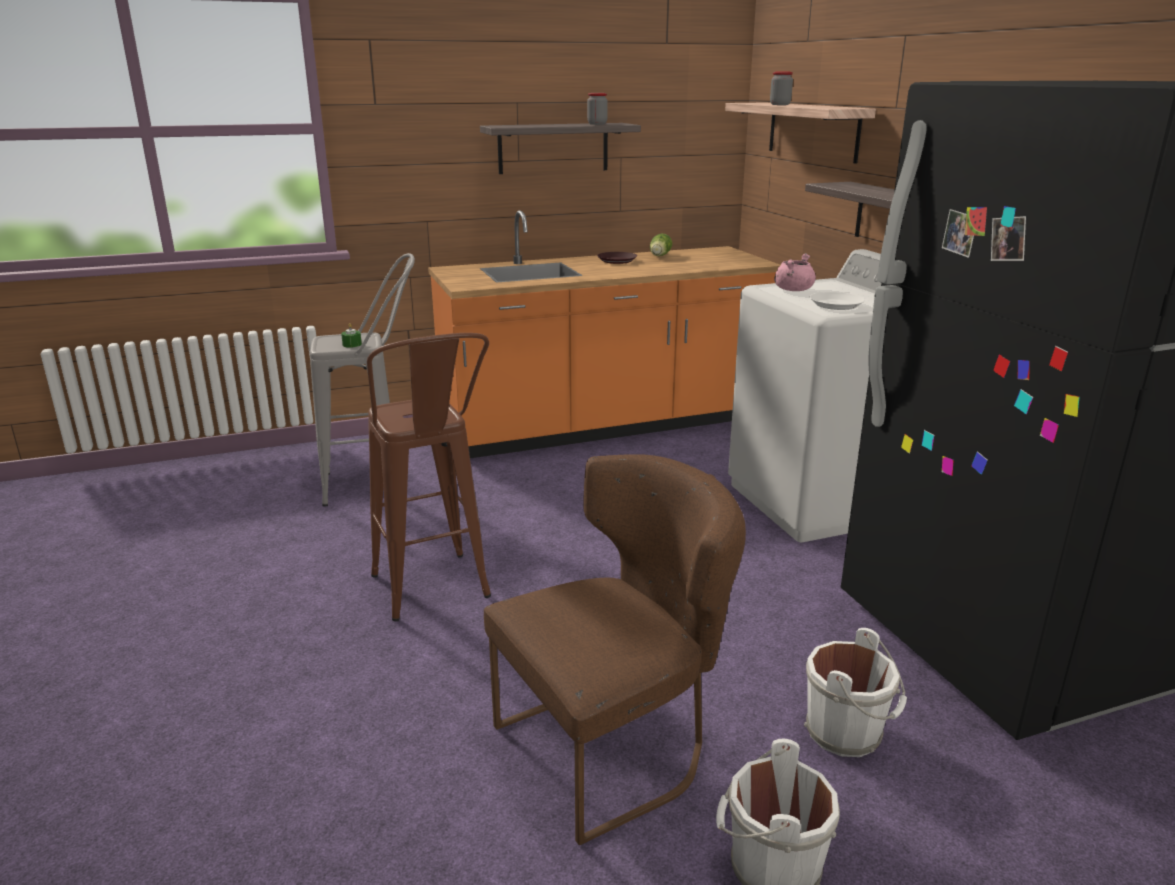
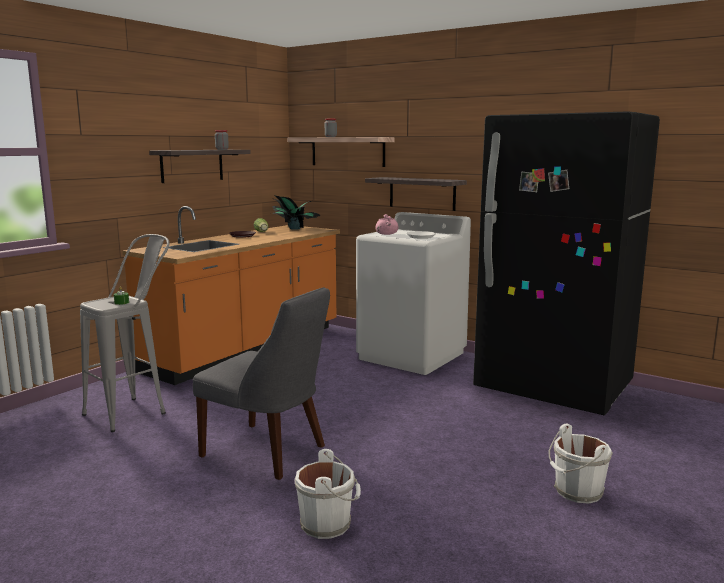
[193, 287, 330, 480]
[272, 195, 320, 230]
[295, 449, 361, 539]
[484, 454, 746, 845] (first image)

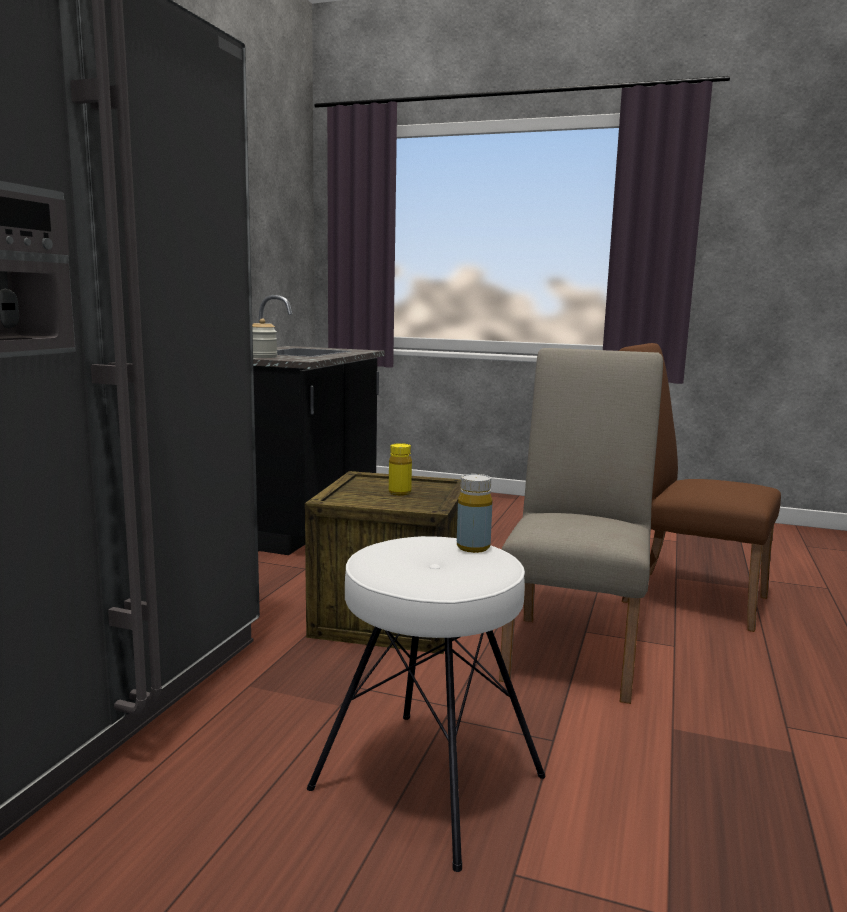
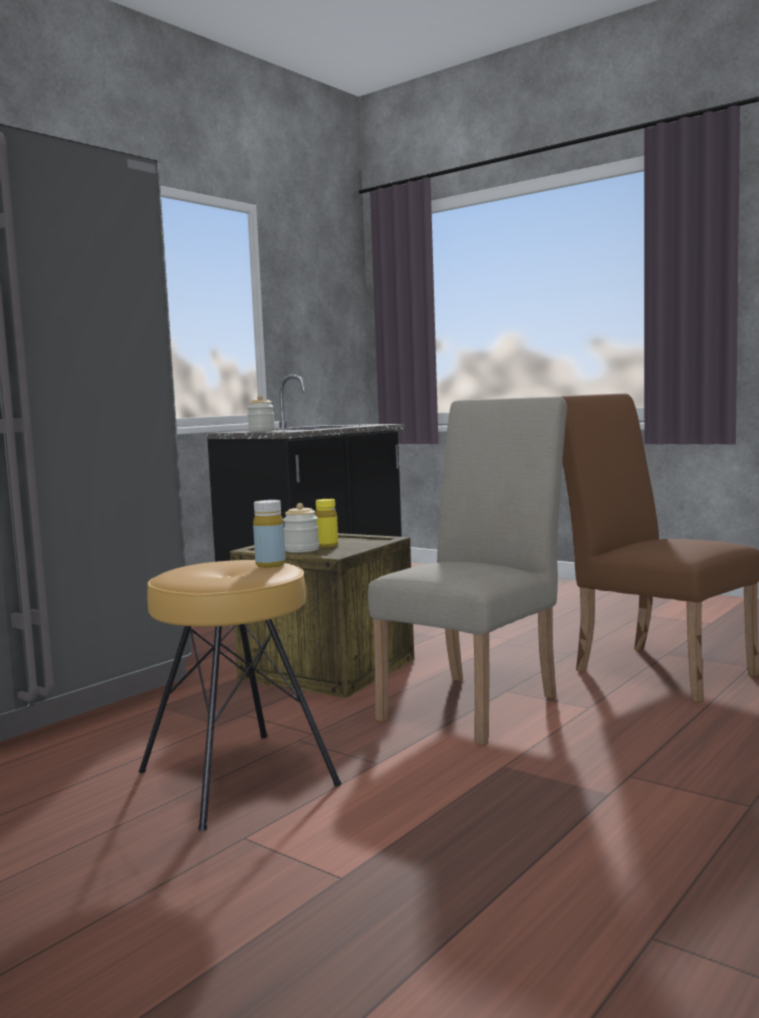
[139, 560, 341, 831]
[283, 503, 319, 553]

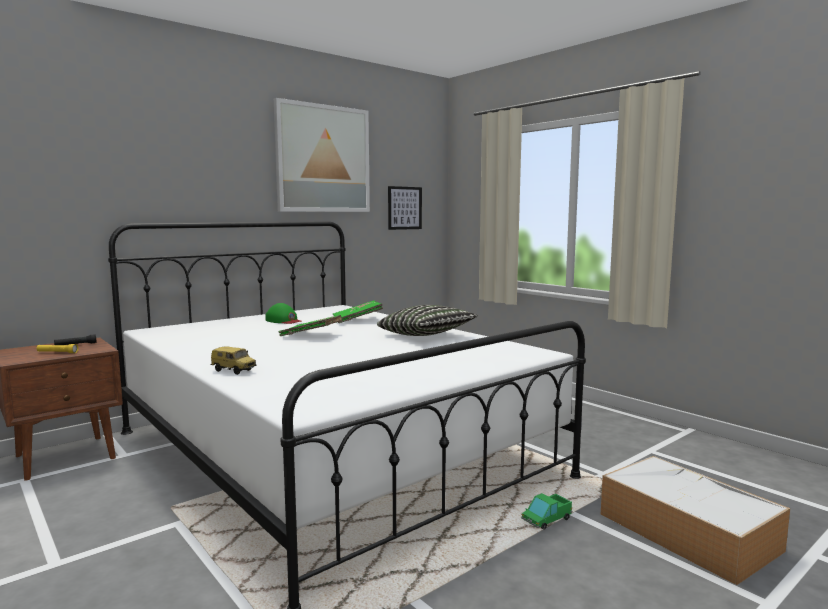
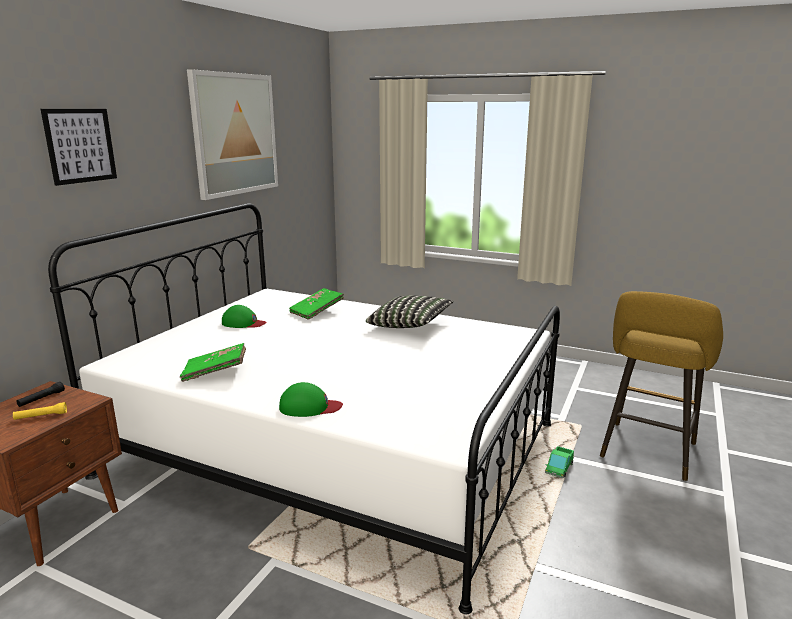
[41, 109, 117, 186]
[180, 343, 246, 382]
[279, 382, 343, 417]
[600, 291, 723, 481]

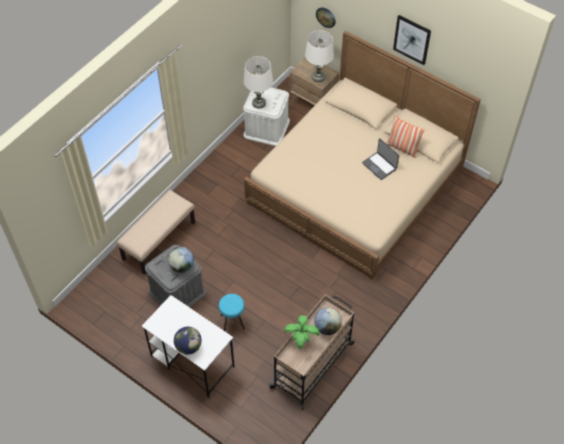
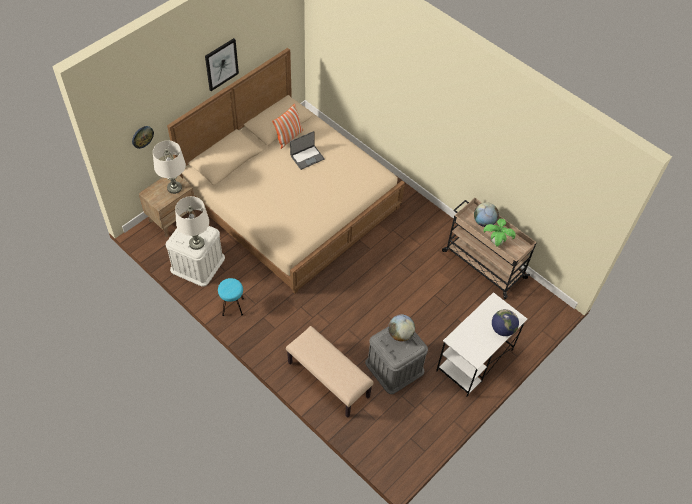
[218, 278, 244, 316]

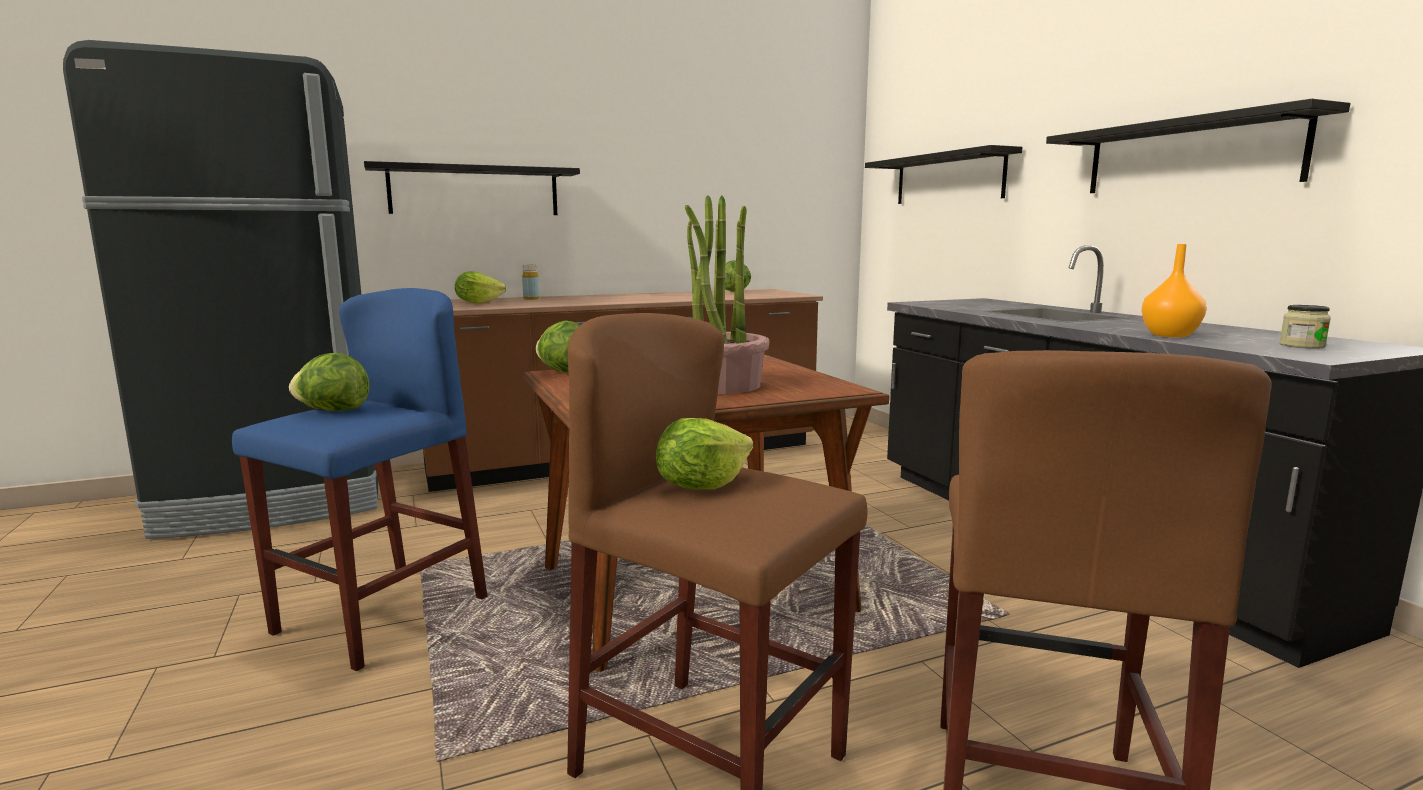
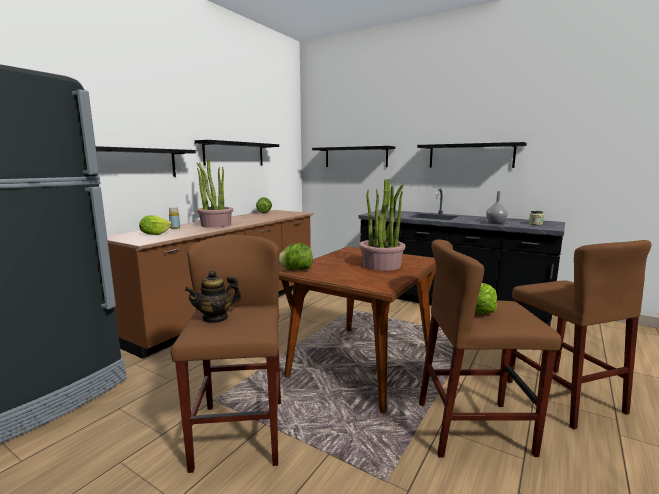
[171, 235, 281, 473]
[185, 270, 241, 323]
[195, 140, 279, 166]
[197, 159, 233, 228]
[486, 191, 508, 224]

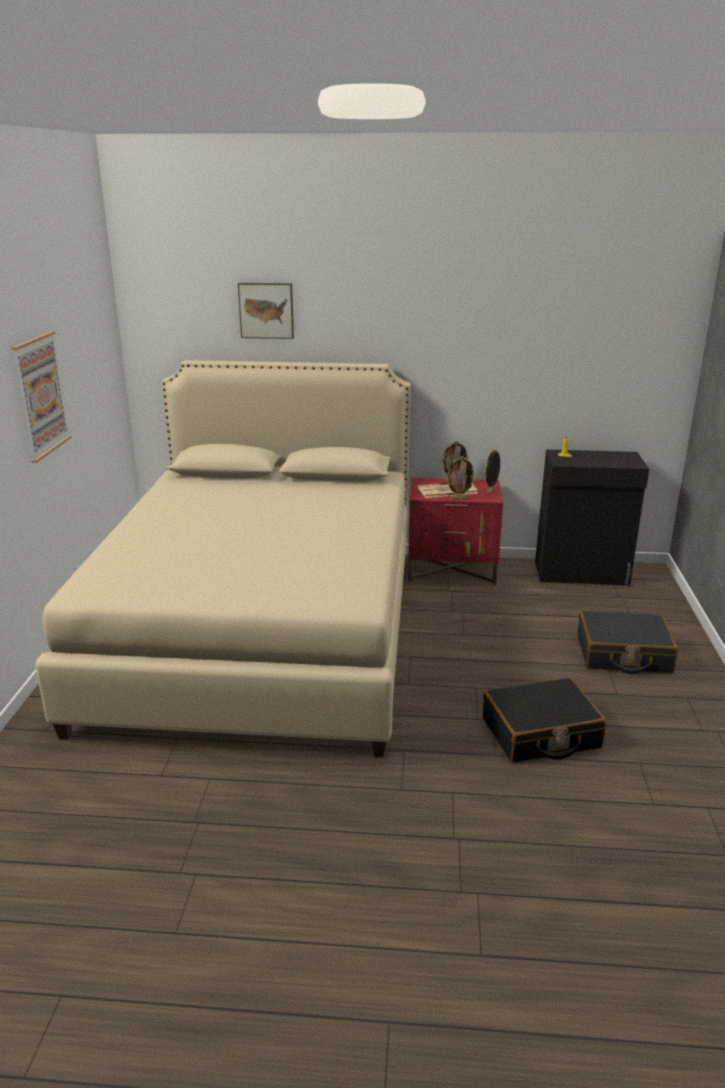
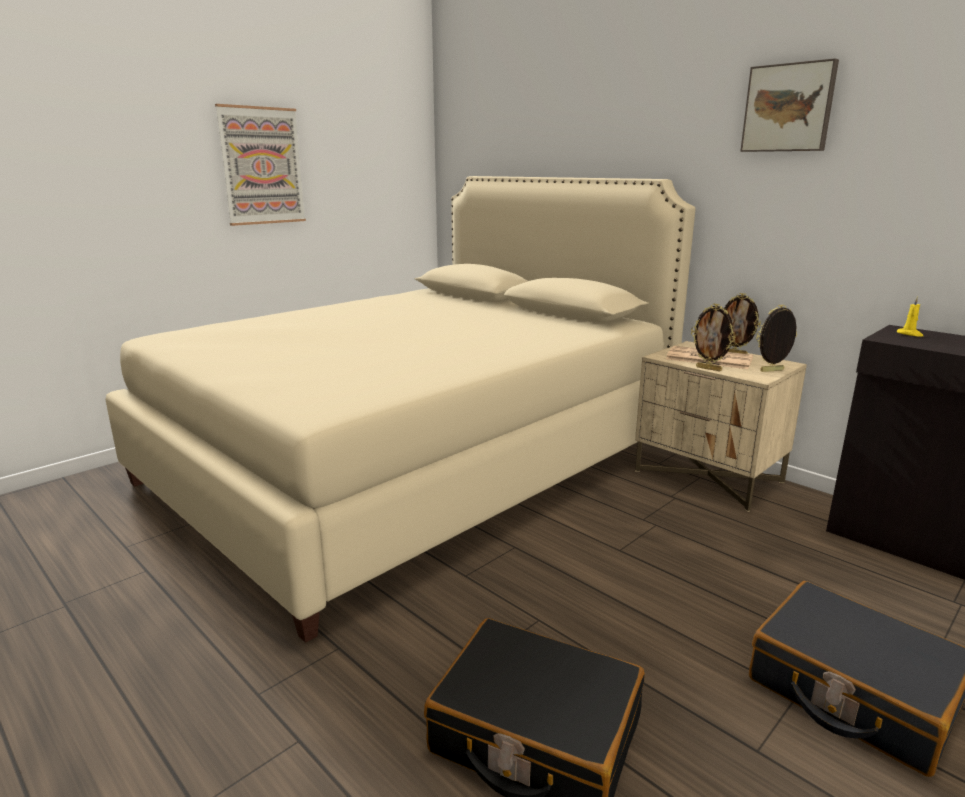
[635, 341, 807, 512]
[740, 58, 839, 152]

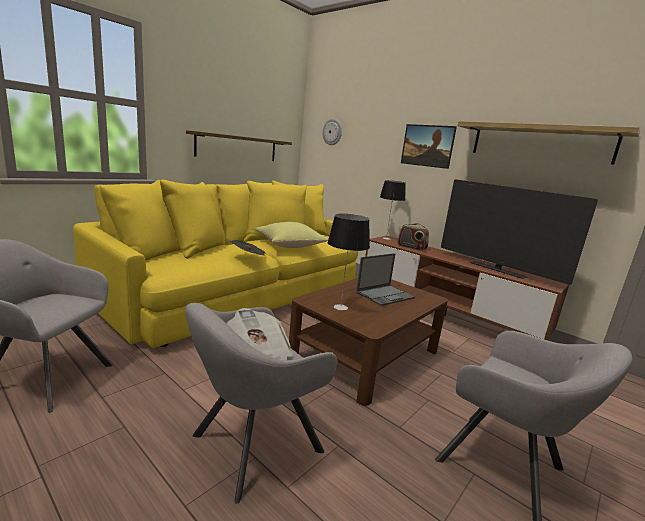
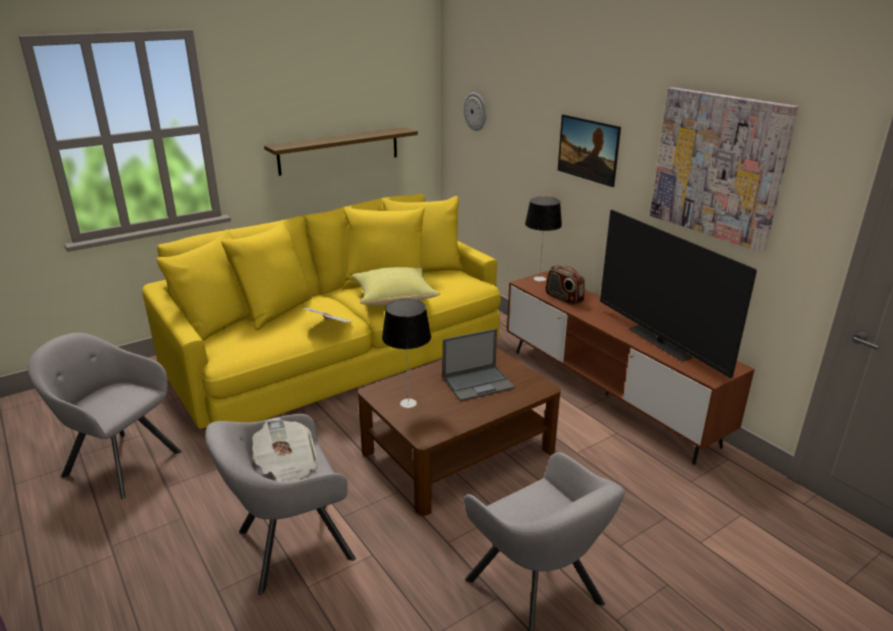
[650, 87, 799, 252]

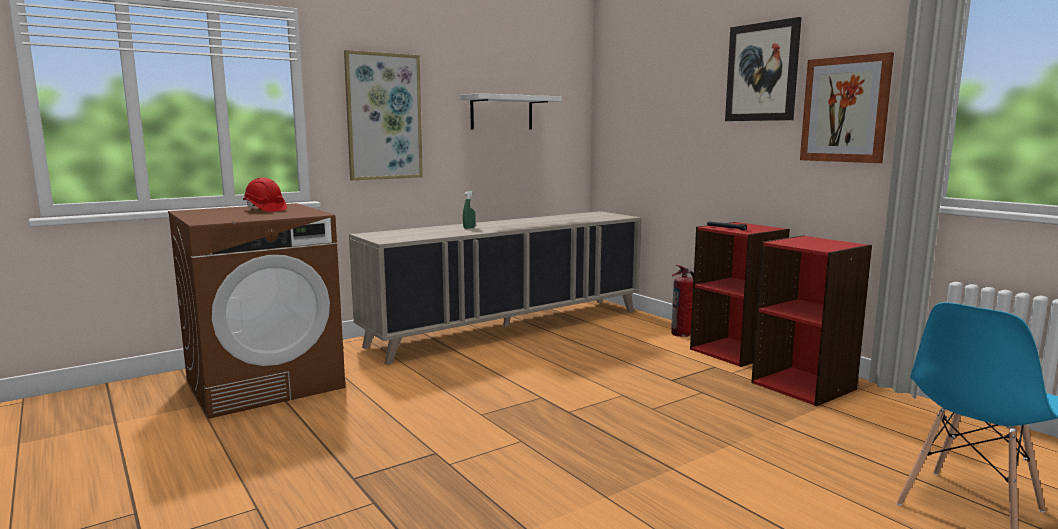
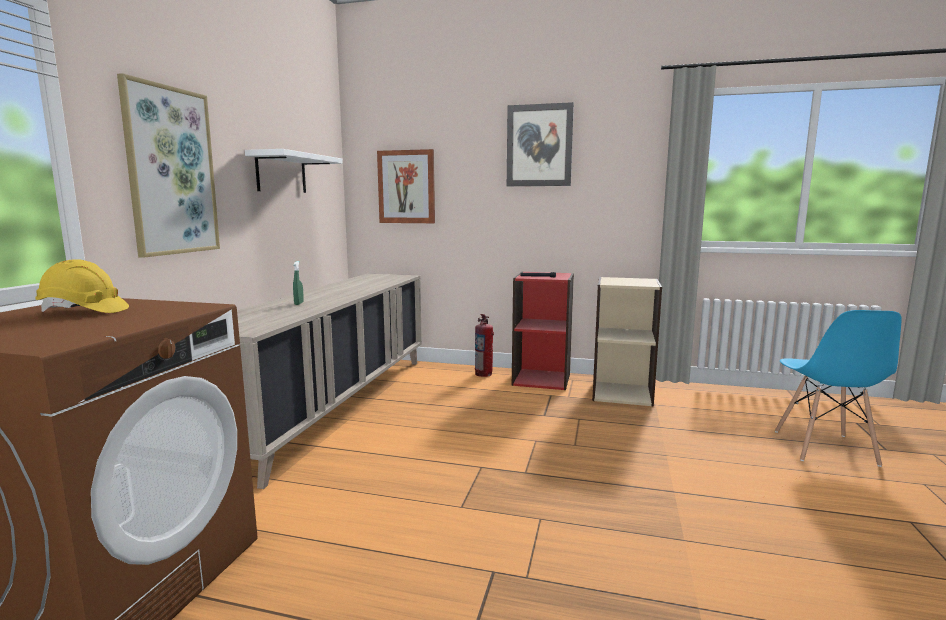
[35, 259, 129, 313]
[377, 149, 435, 223]
[592, 277, 662, 407]

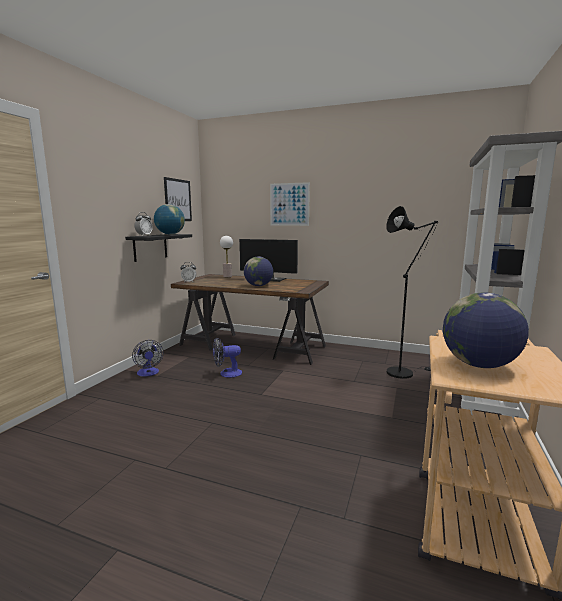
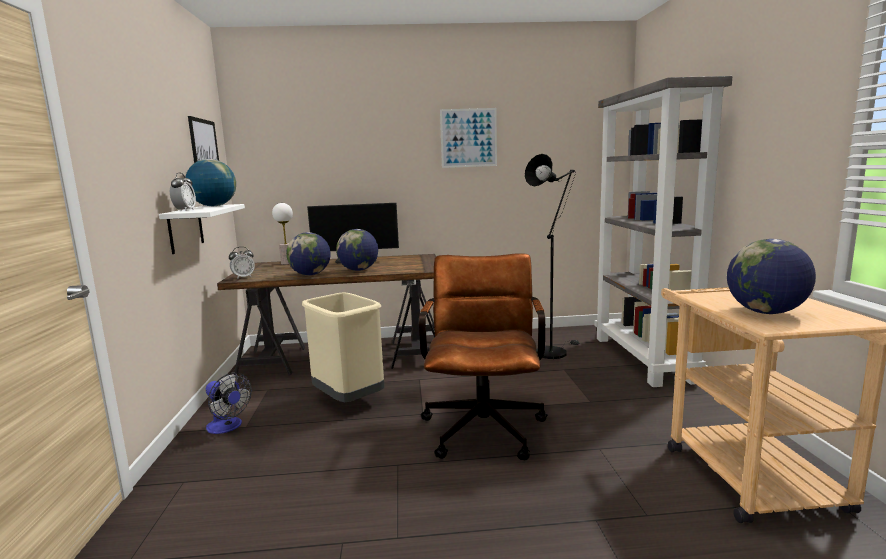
[159, 204, 245, 254]
[286, 232, 331, 275]
[302, 292, 385, 402]
[419, 253, 548, 460]
[440, 108, 497, 168]

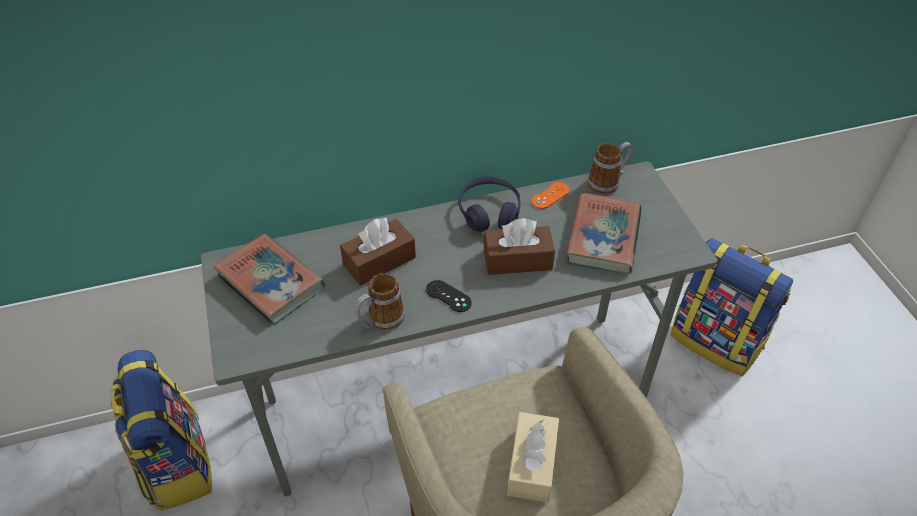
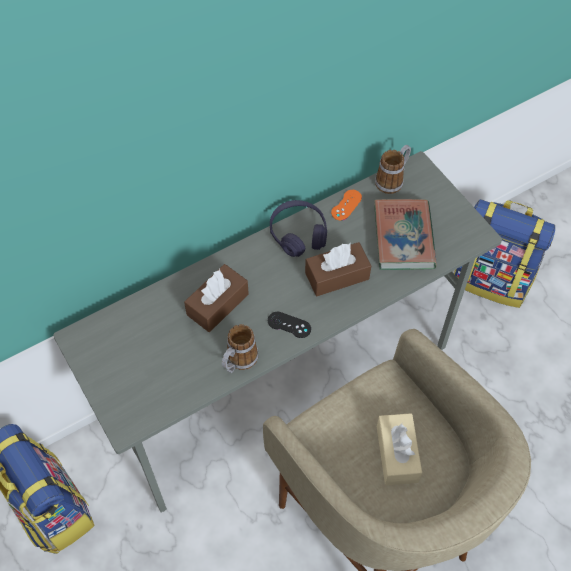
[213, 234, 325, 325] (first image)

